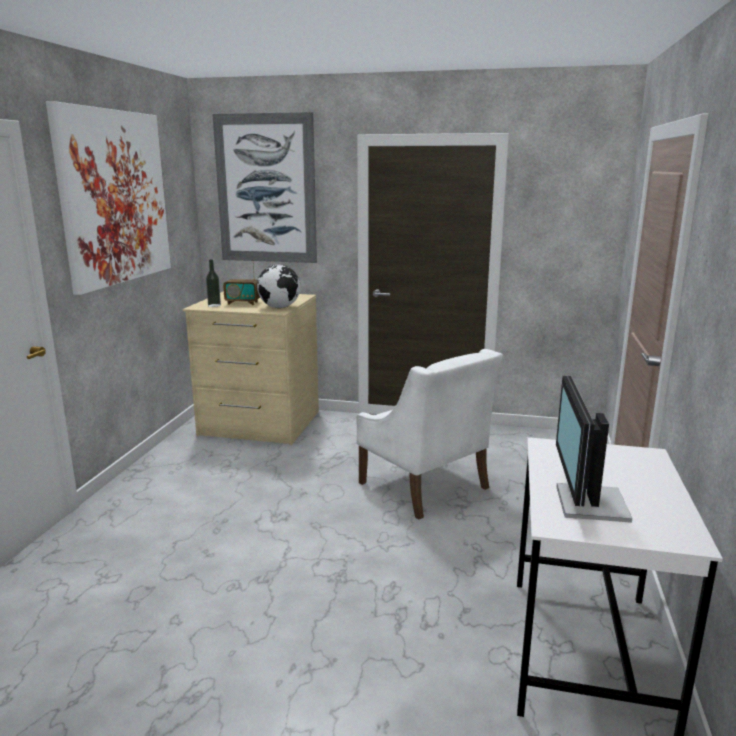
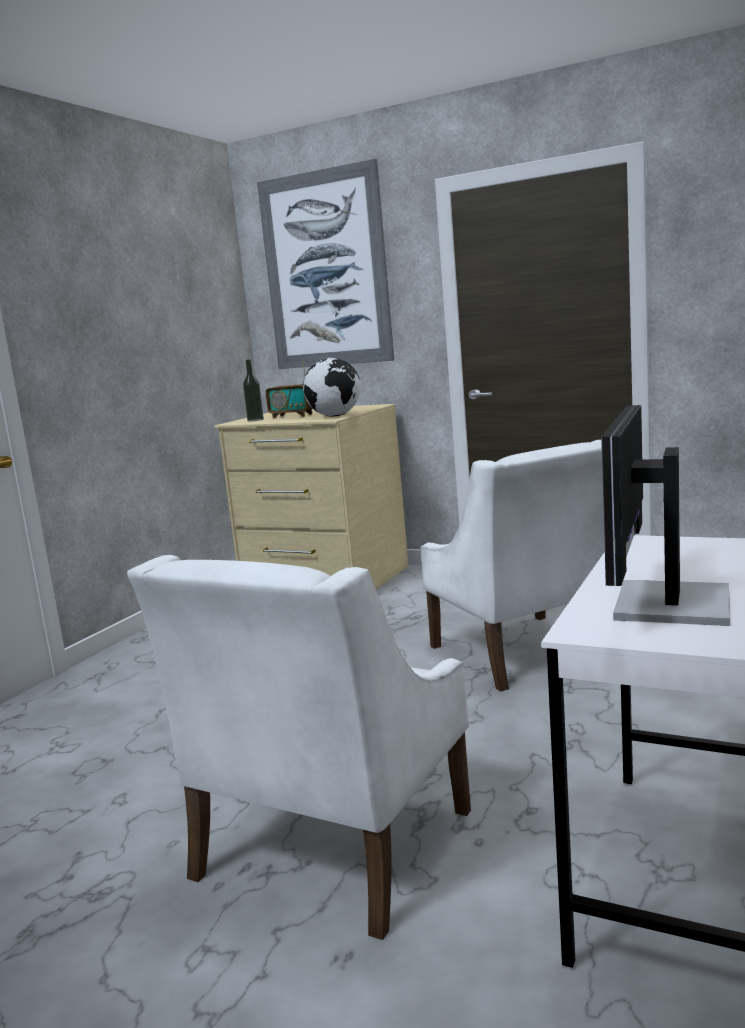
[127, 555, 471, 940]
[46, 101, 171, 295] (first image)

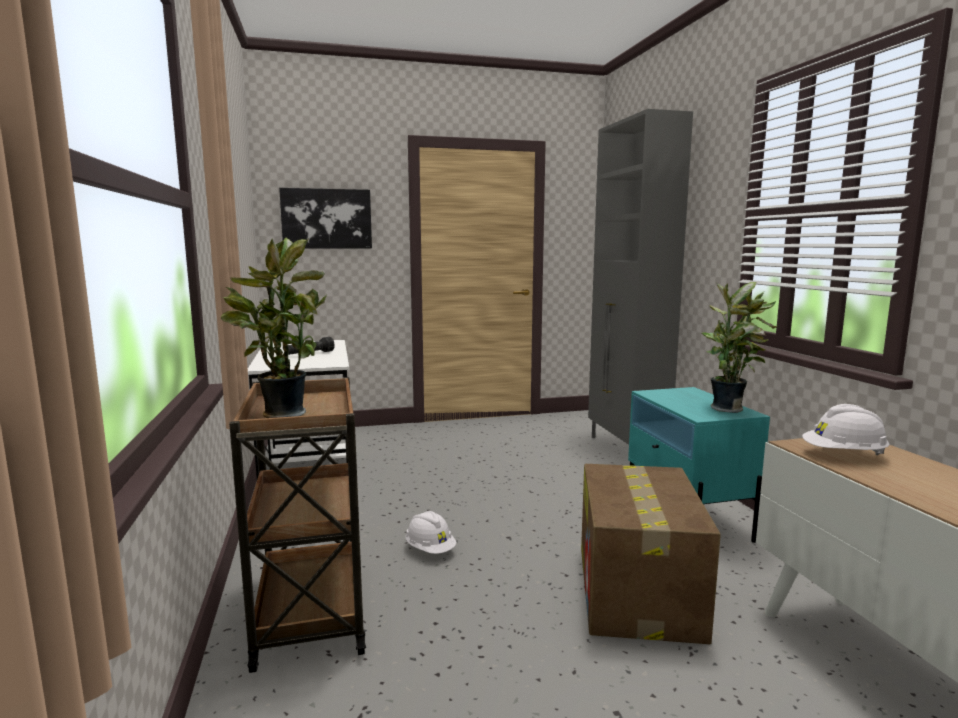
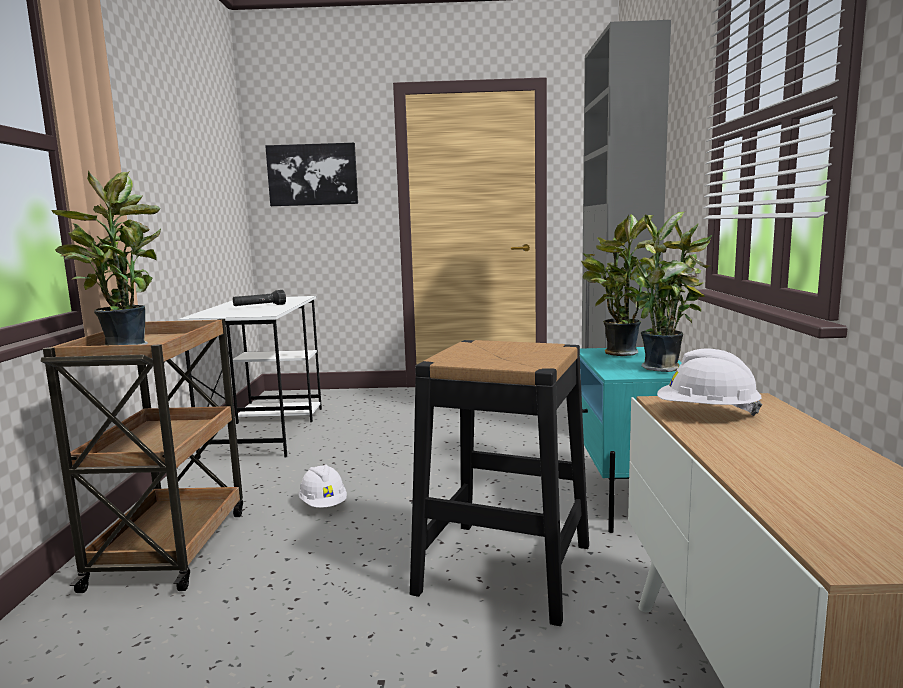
[410, 340, 589, 626]
[581, 214, 661, 356]

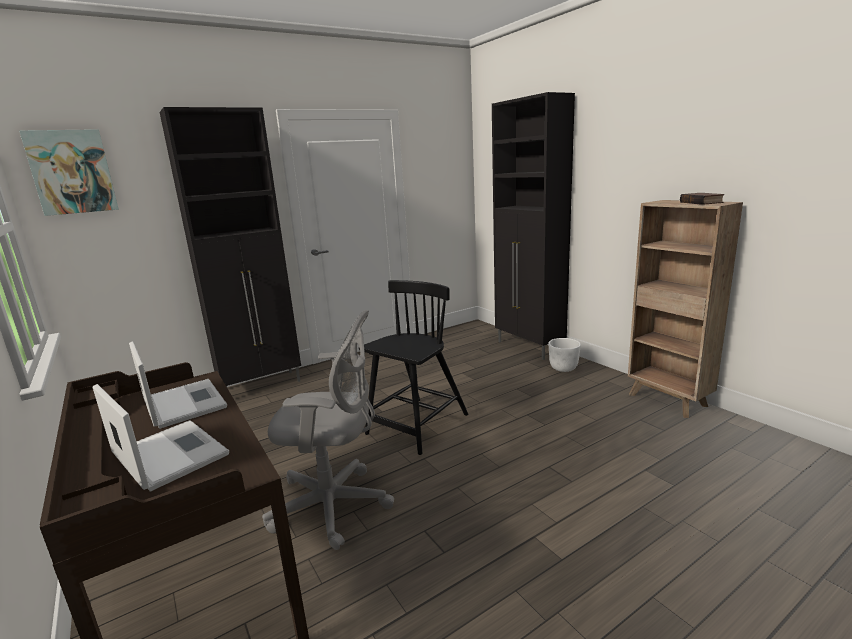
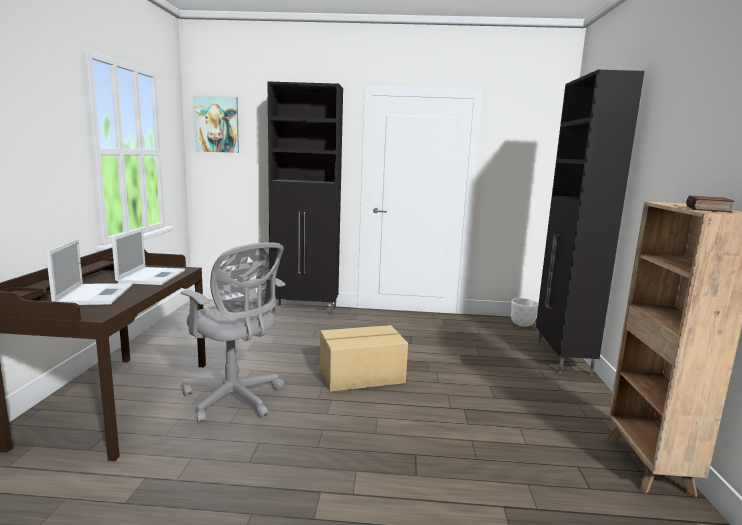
[320, 325, 408, 392]
[511, 298, 539, 327]

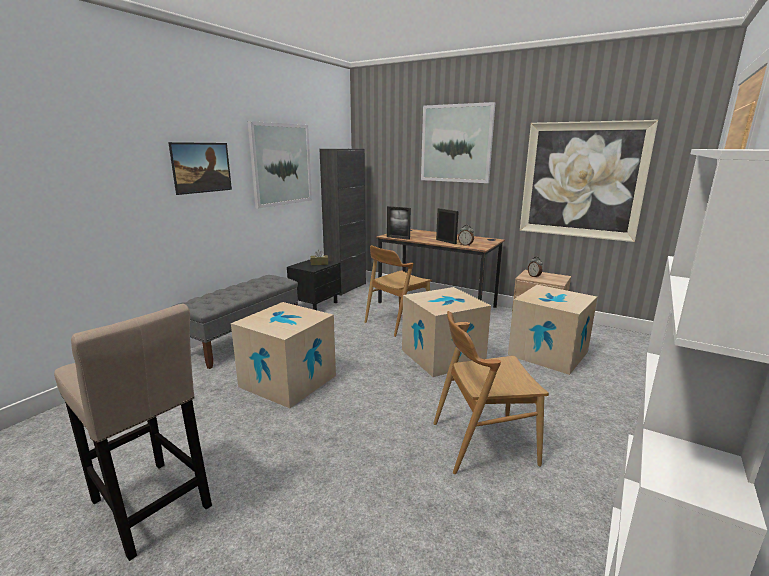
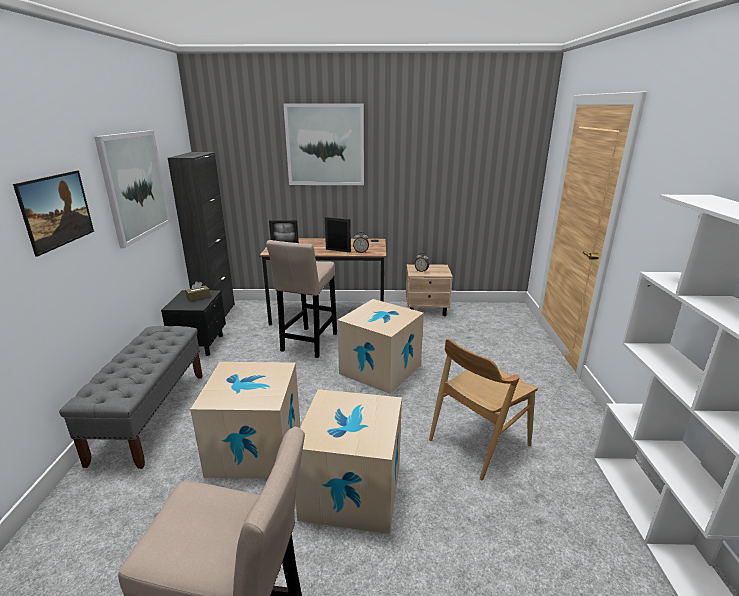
[266, 240, 337, 358]
[295, 389, 402, 534]
[520, 120, 658, 242] (first image)

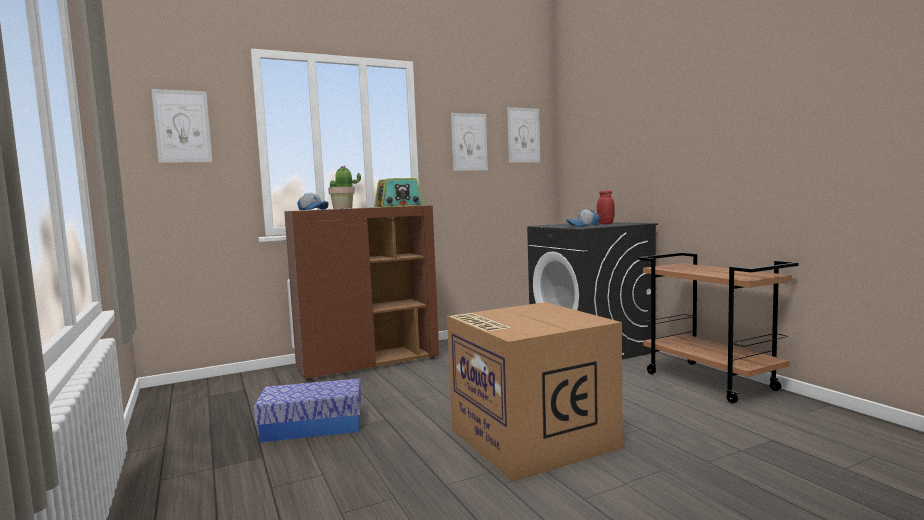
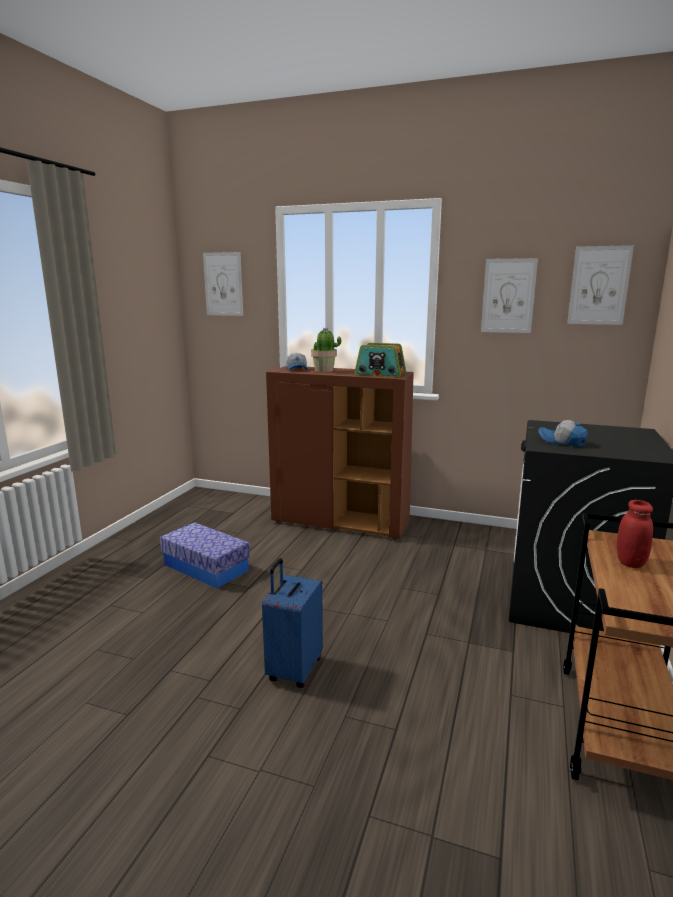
[262, 558, 323, 688]
[617, 500, 653, 568]

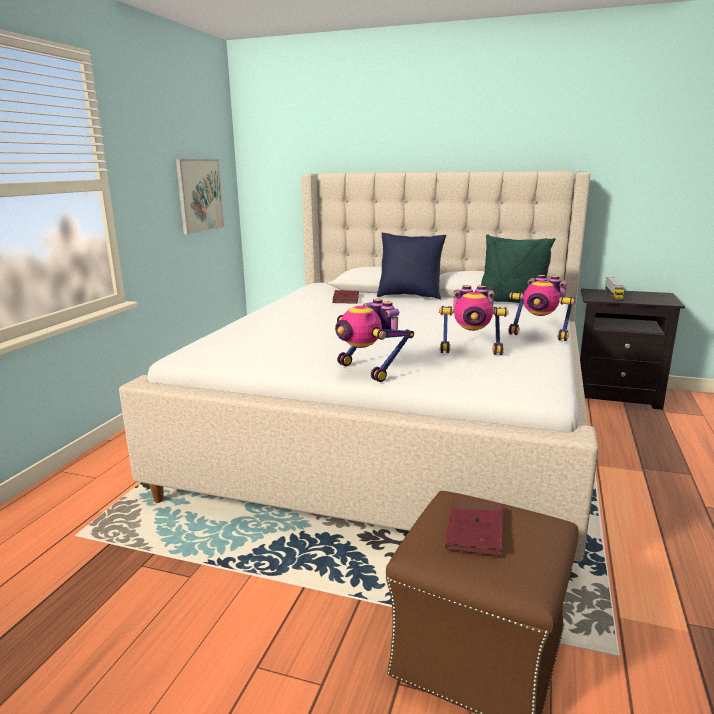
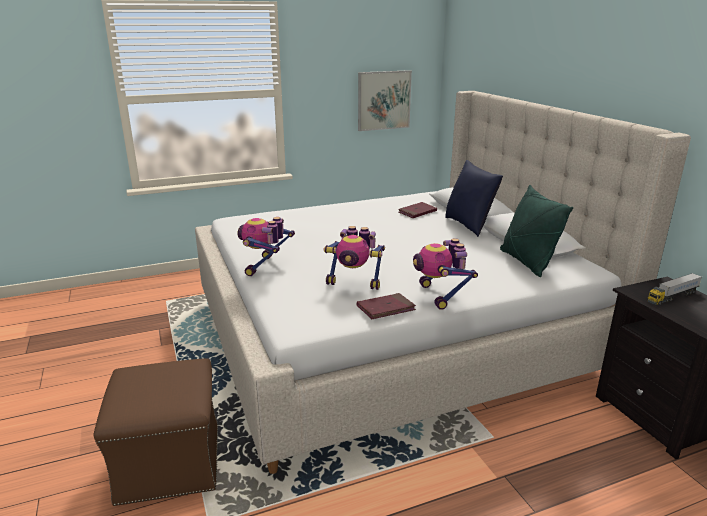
[323, 226, 385, 290]
[357, 293, 416, 319]

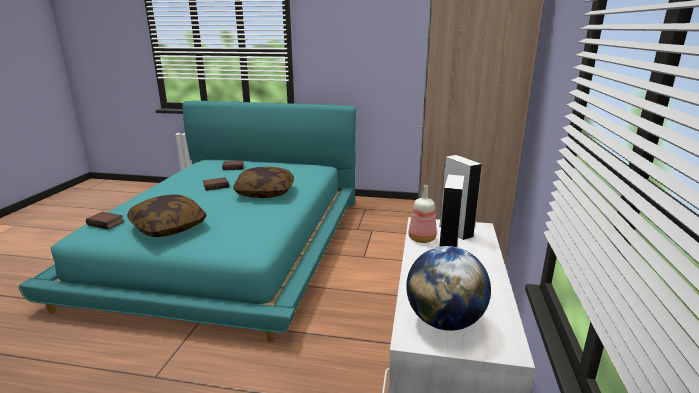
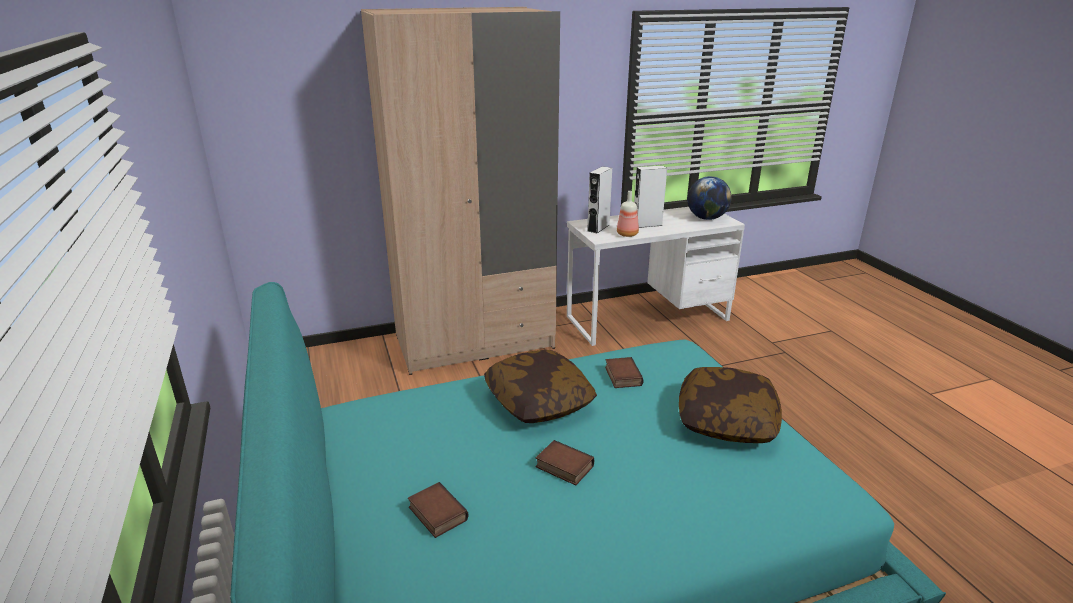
[605, 357, 644, 388]

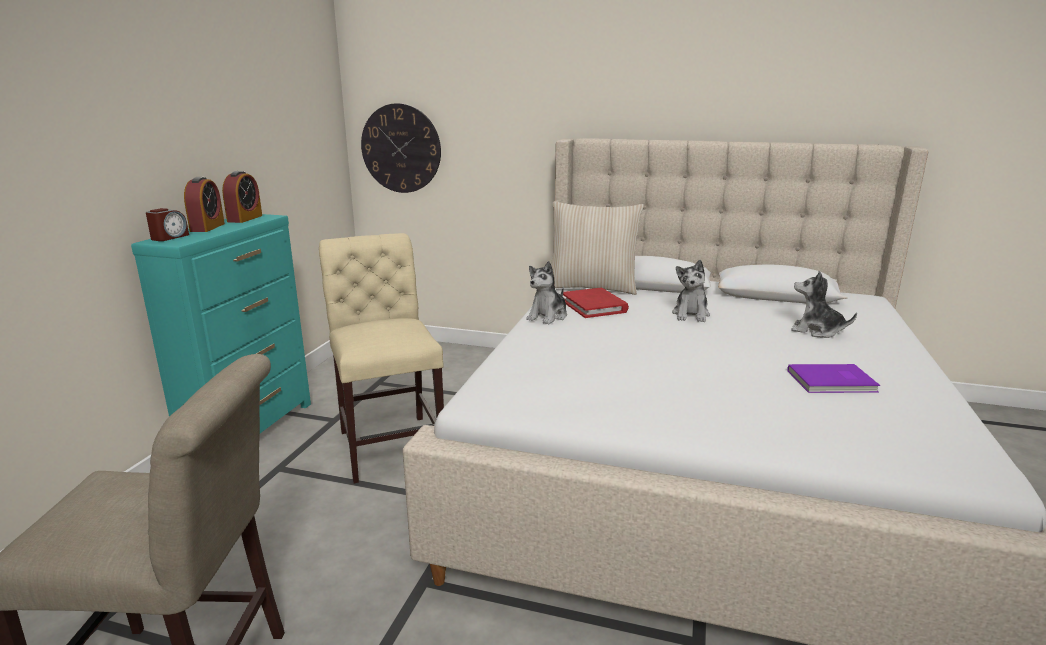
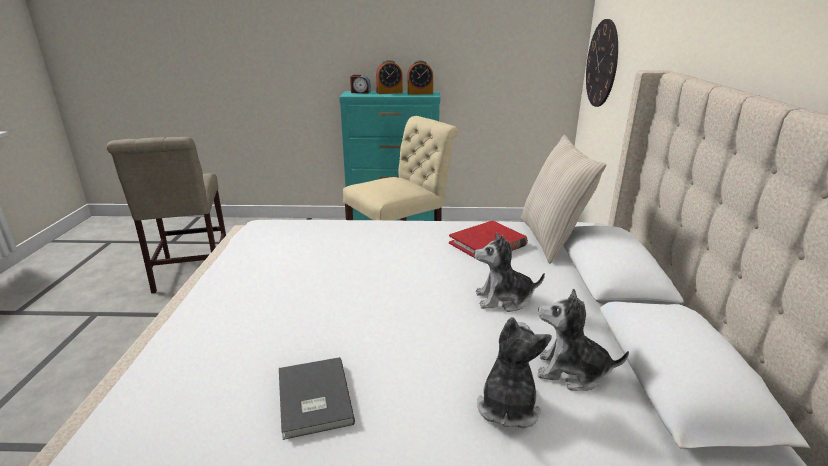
[279, 357, 355, 440]
[538, 288, 629, 391]

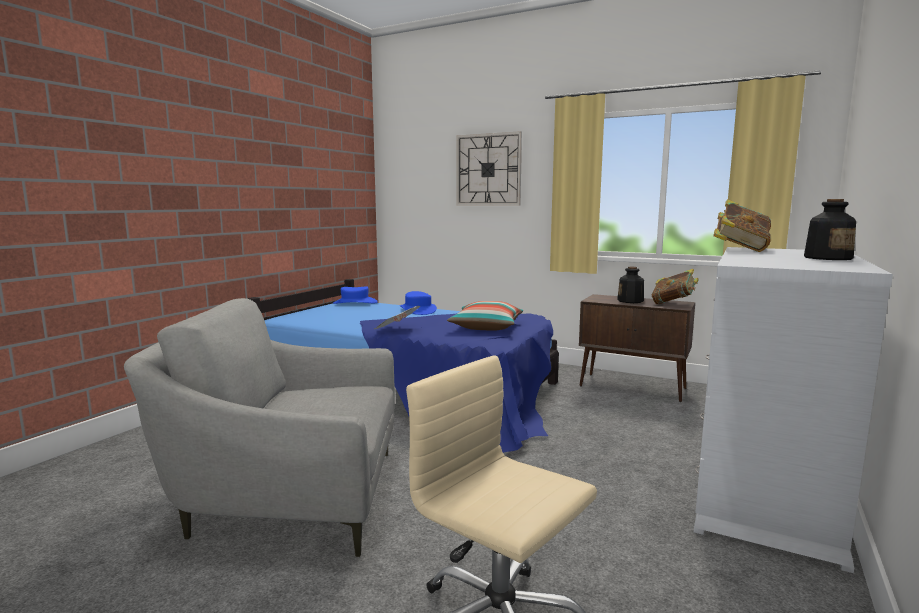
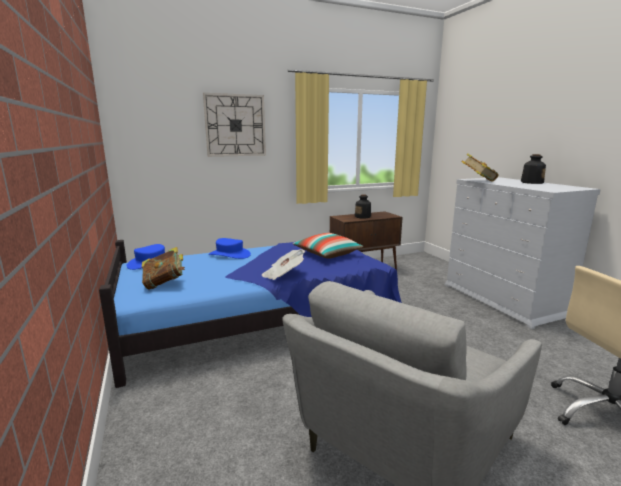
[142, 247, 185, 290]

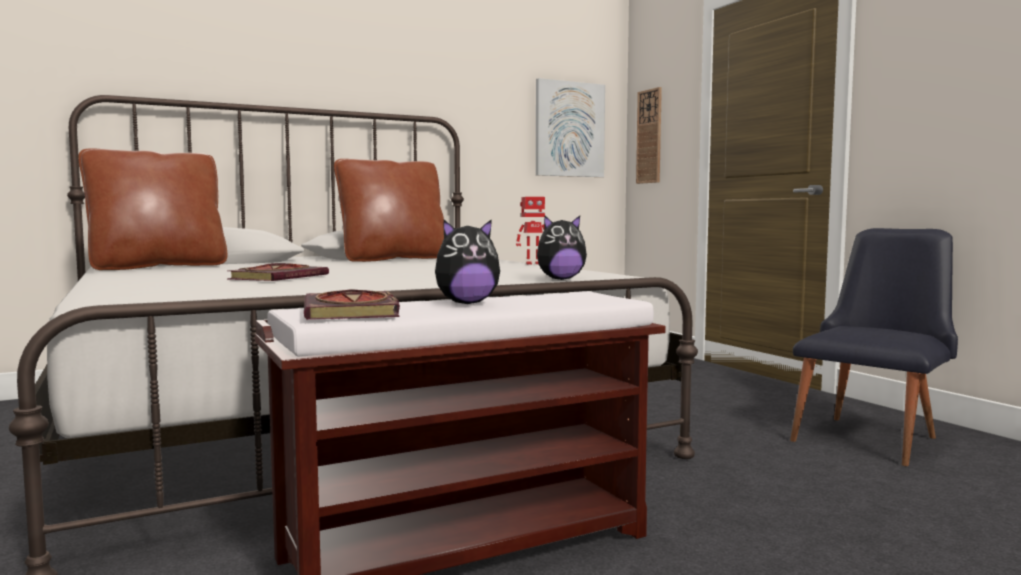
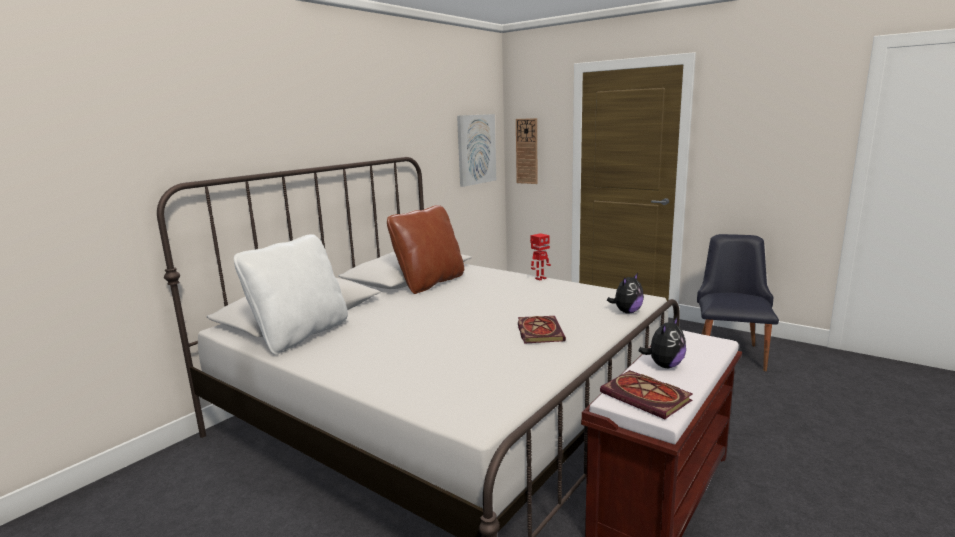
[234, 234, 348, 355]
[518, 316, 566, 344]

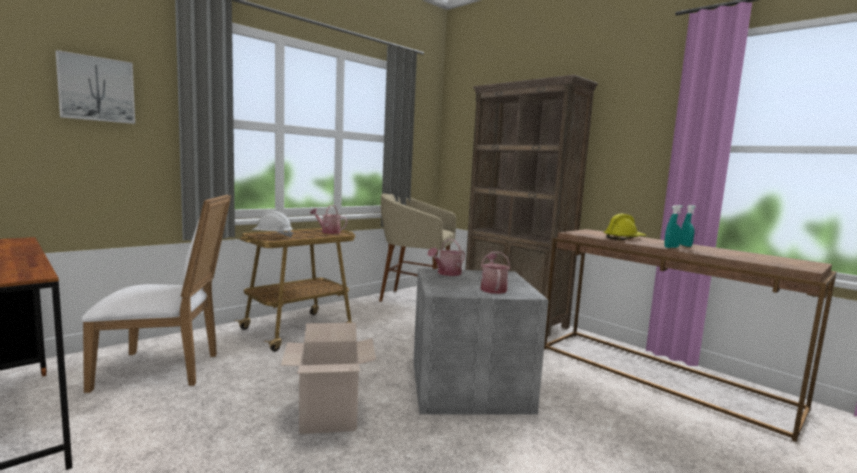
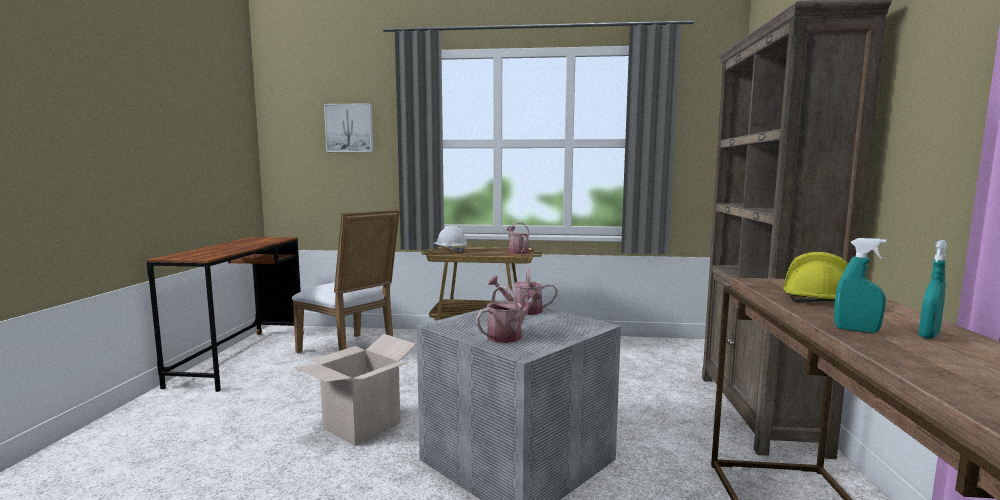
[379, 194, 456, 302] (first image)

